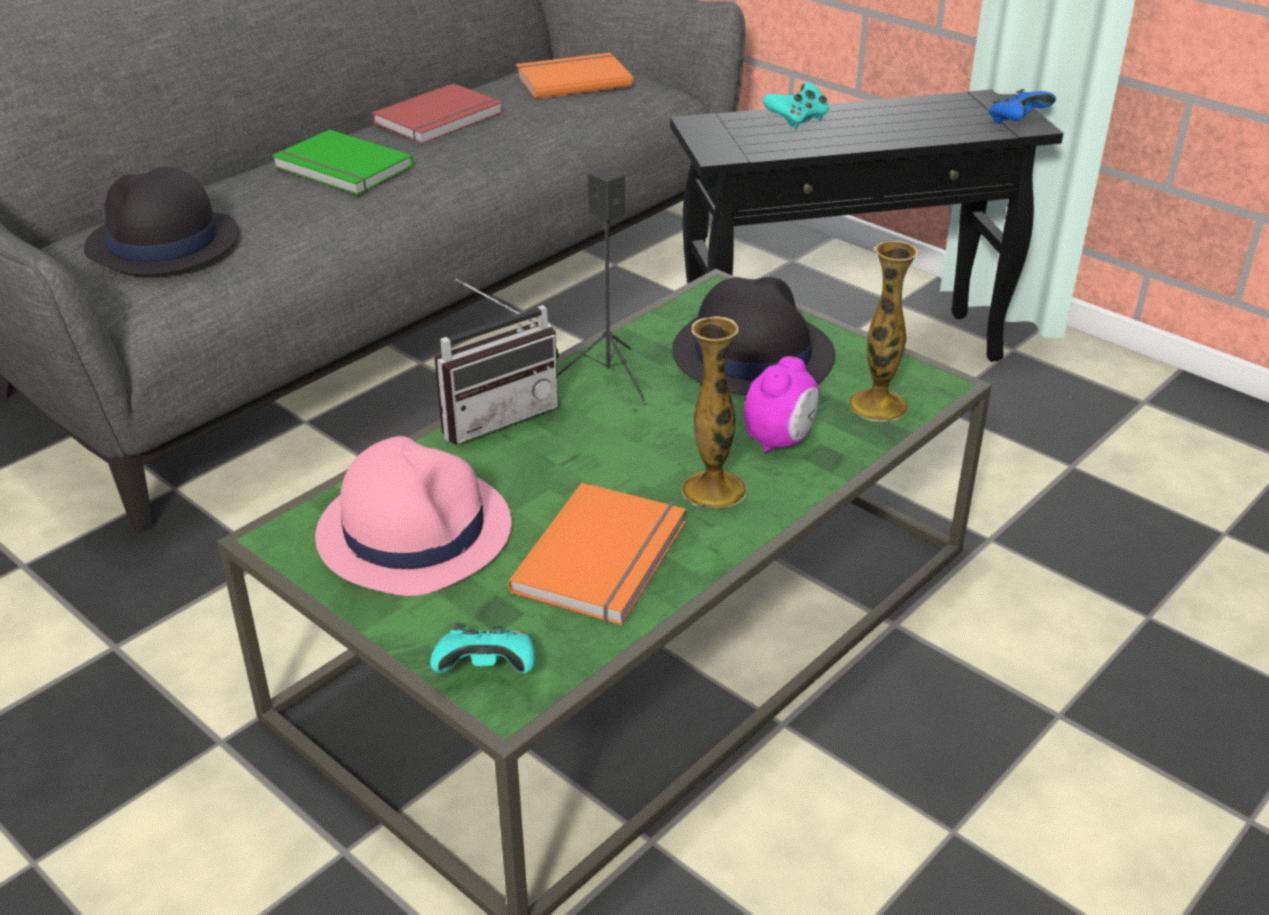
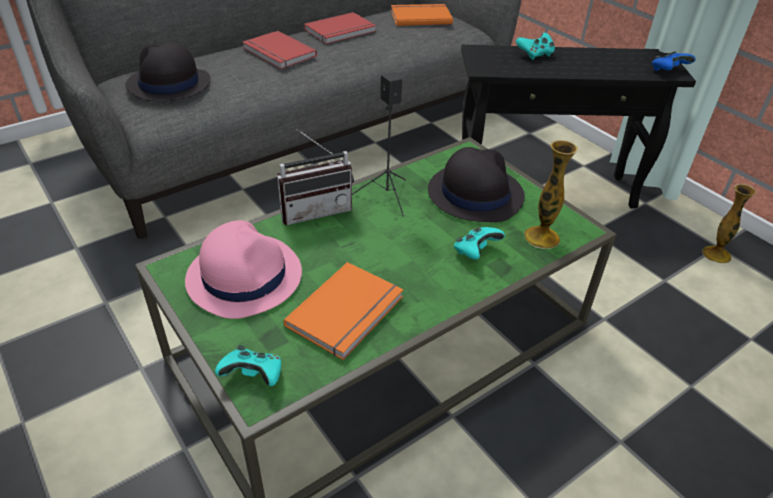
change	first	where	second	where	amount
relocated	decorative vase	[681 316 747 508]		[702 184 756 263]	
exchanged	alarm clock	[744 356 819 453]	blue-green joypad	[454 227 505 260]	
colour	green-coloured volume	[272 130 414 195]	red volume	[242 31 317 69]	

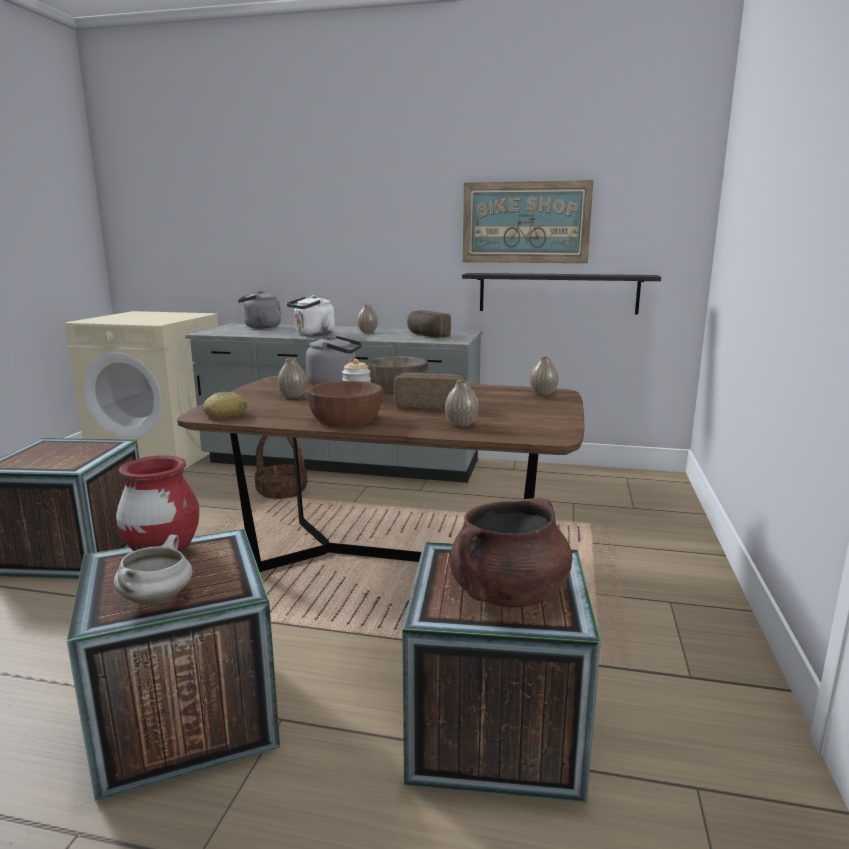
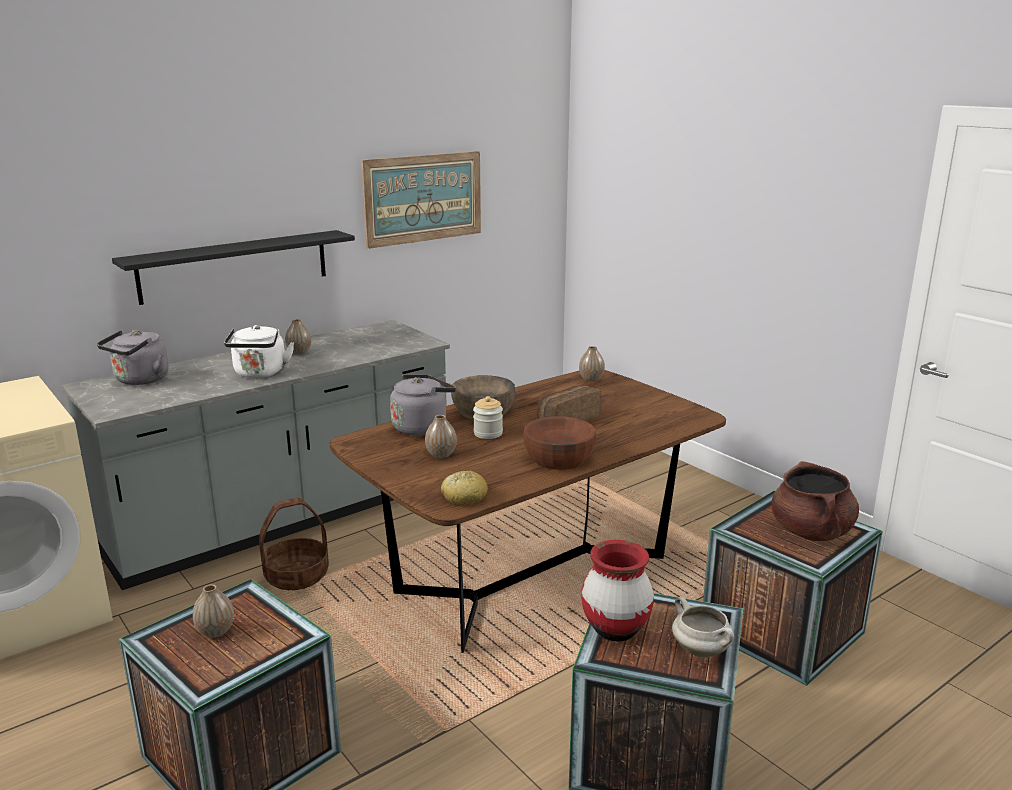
change	first	where	second	where	amount
missing	bread	[407 310 451 338]			
relocated	decorative vase	[445 380 479 427]		[193 584 234 638]	
relocated	black-coloured bracket shelf	[462 273 661 315]		[112 230 355 305]	

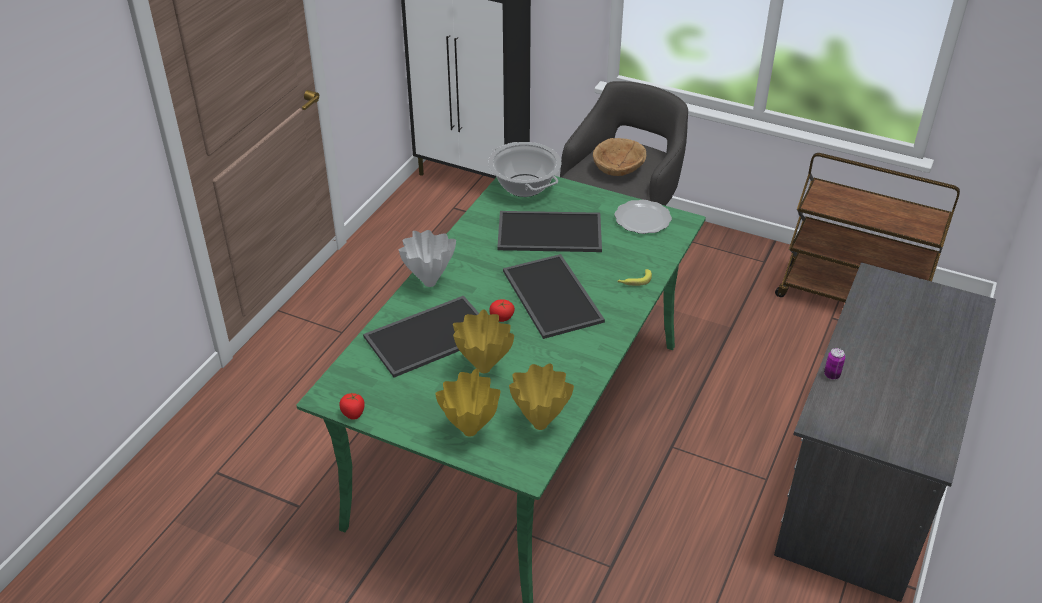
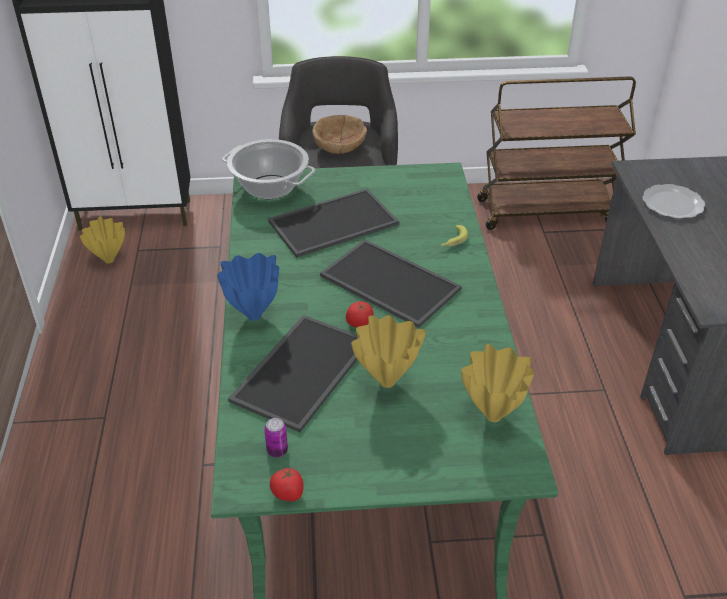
change	first	where	second	where	amount
relocated	yellow decorative vase	[435 369 501 437]		[80 216 125 263]	
relocated	dinner plate	[614 200 672 234]		[642 184 705 219]	
relocated	can	[824 348 845 379]		[264 418 288 457]	
colour	whitish decorative vase	[399 230 456 287]	blue decorative vase	[217 253 279 321]	

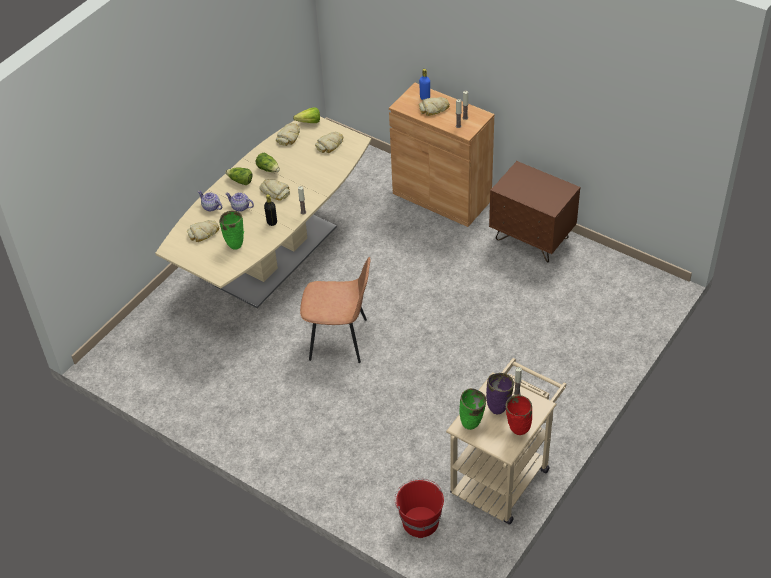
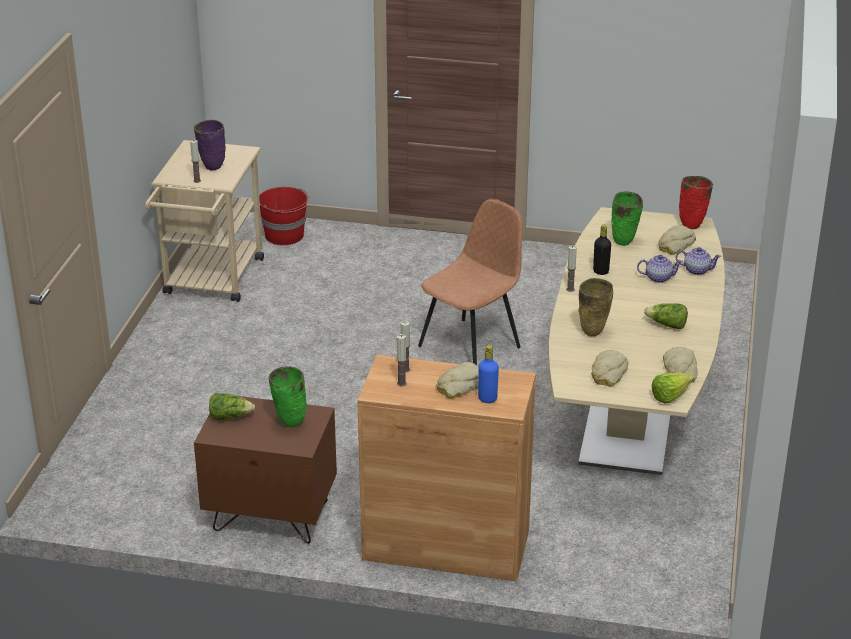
change	first	where	second	where	amount
missing	bread	[260 179 290 201]			
appeared			beige-coloured decorative vase	[578 278 613 337]	
relocated	lettuce head	[225 167 252 185]		[209 393 255 420]	
relocated	green-coloured decorative vase	[459 388 486 430]		[269 366 307 427]	
relocated	red decorative vase	[506 395 532 435]		[679 176 713 229]	
spun	brown chair	[300 257 371 363]		[418 199 522 365]	150 degrees clockwise

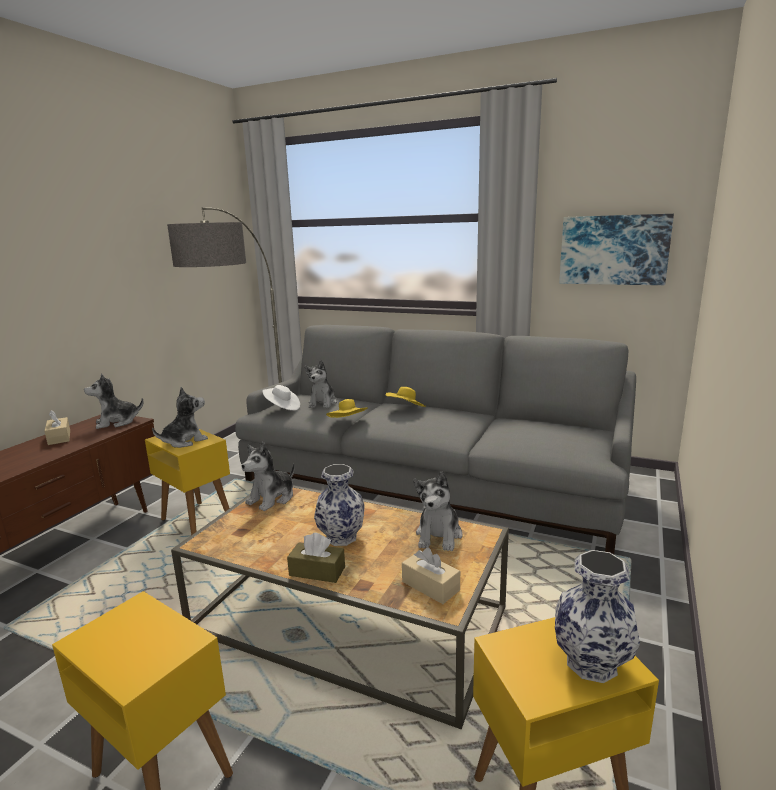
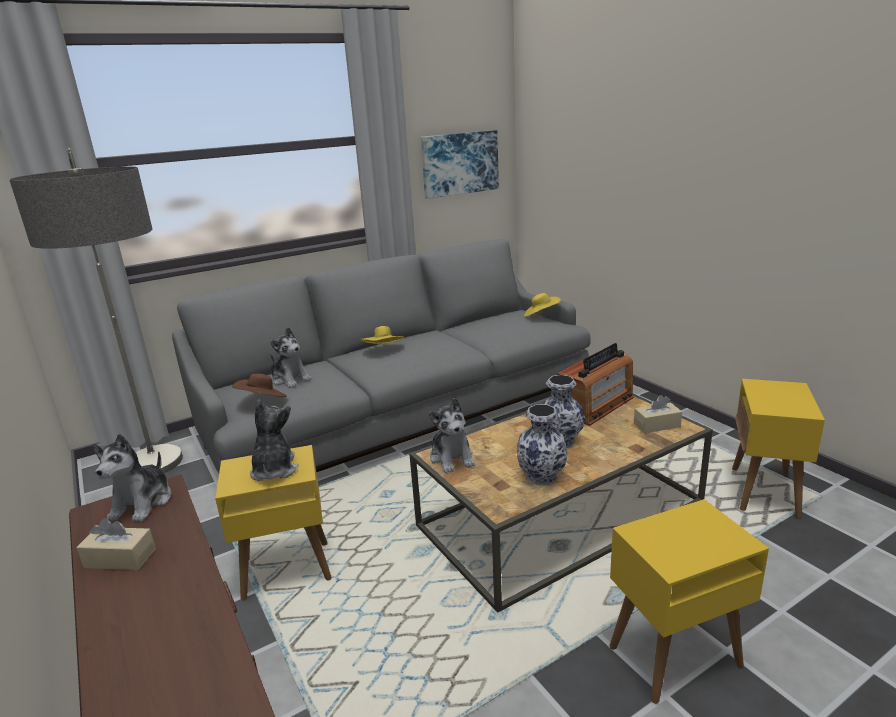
change	first	where	second	where	amount
missing	brown tissue box	[287 533 345 583]			
relocated	yellow clothing hat	[326 399 368 418]		[524 293 561 317]	
relocated	decorative vase	[555 550 640 683]		[517 404 567 485]	
exchanged	soft toy	[413 472 463 551]	radio set	[557 343 634 426]	
colour	whitish clothing hat	[263 385 300 410]	brown clothing hat	[232 374 287 397]	

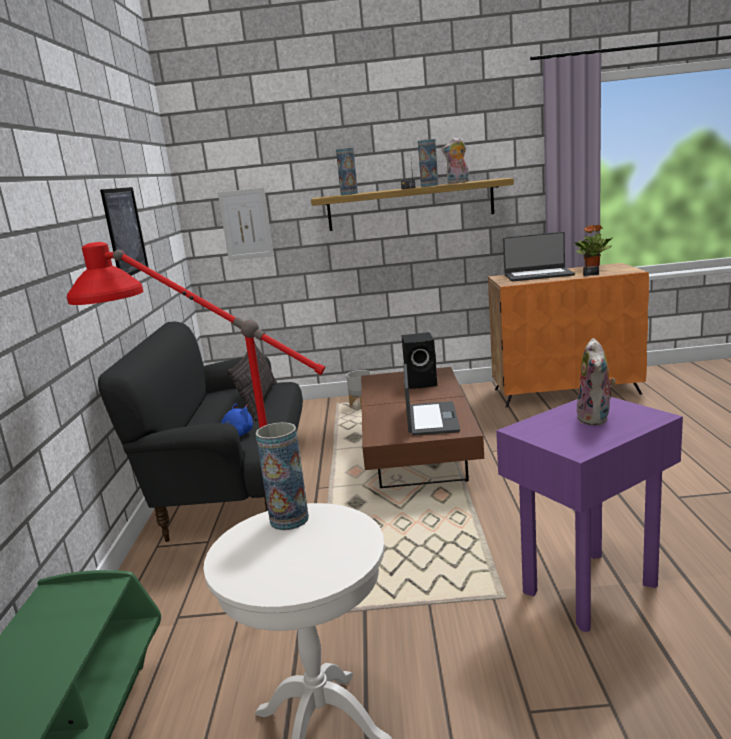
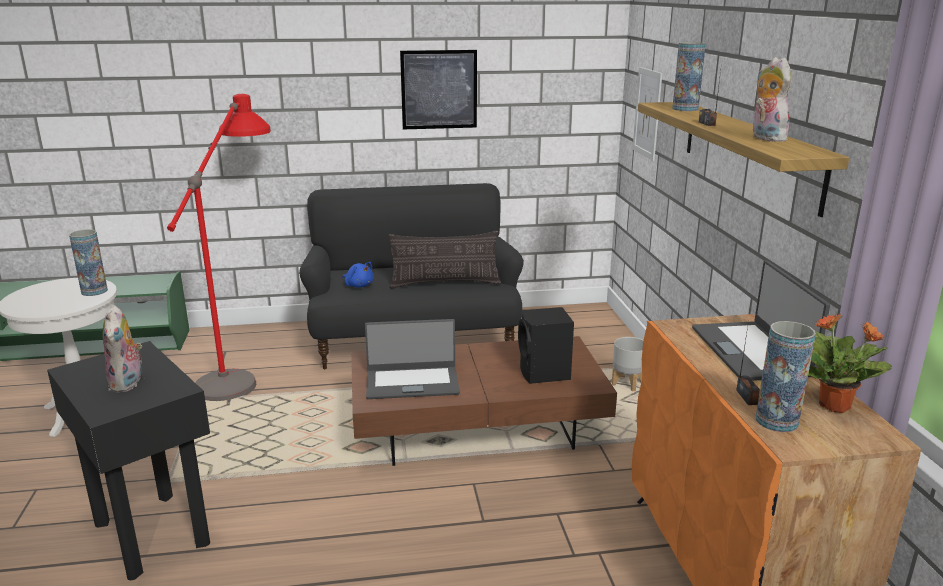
change	first	where	second	where	amount
relocated	decorative vase	[418 139 438 187]		[756 321 816 432]	
colour	purple-coloured accent table	[496 397 683 632]	black-coloured accent table	[47 341 210 580]	
spun	soft toy	[577 338 616 426]		[103 305 142 392]	105 degrees counterclockwise

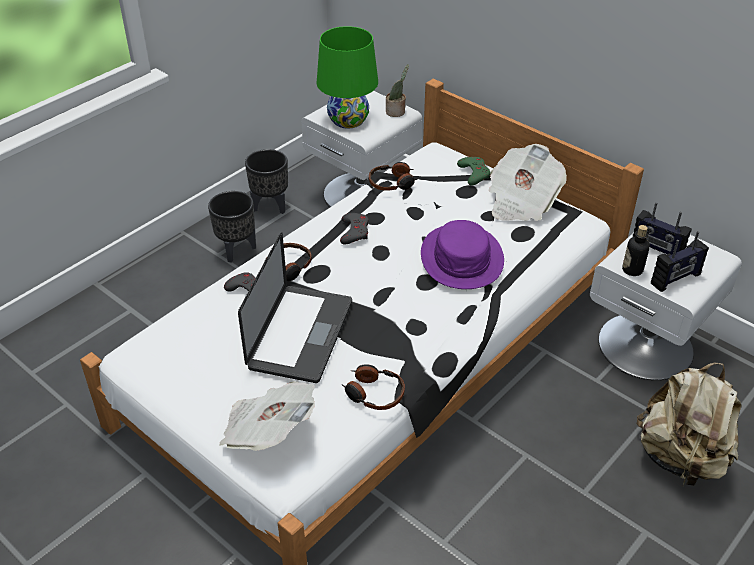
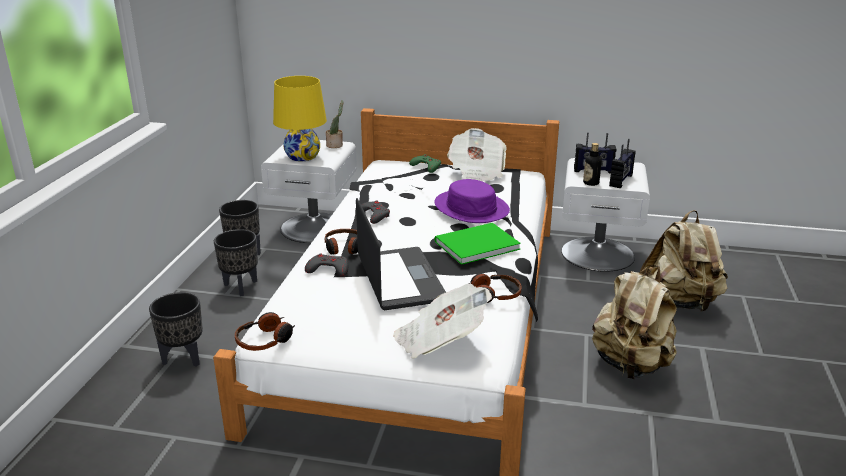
change	first	where	second	where	amount
appeared			black-coloured flower pot	[149 292 203 367]	
appeared			green-coloured volume	[435 223 521 265]	
appeared			beige-coloured knapsack	[592 265 677 379]	
relocated	headset	[369 162 418 191]		[235 312 295 351]	
colour	green-coloured tabletop lamp	[316 26 378 129]	yellow tabletop lamp	[273 76 327 161]	

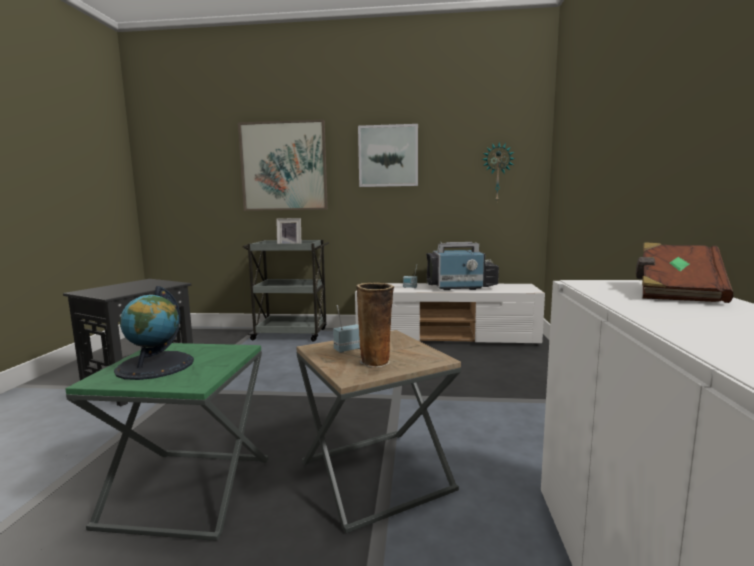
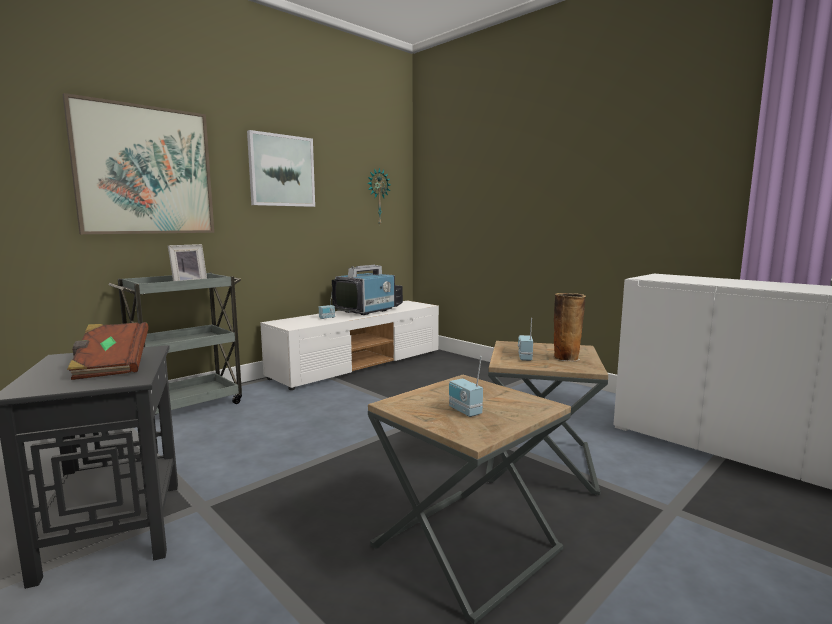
change	first	where	second	where	amount
relocated	brown volume	[636 242 733 303]		[67 322 149 380]	
exchanged	globe	[114 286 194 380]	radio set	[449 356 483 417]	
colour	green-coloured accent table	[65 343 268 541]	brown accent table	[368 375 571 624]	

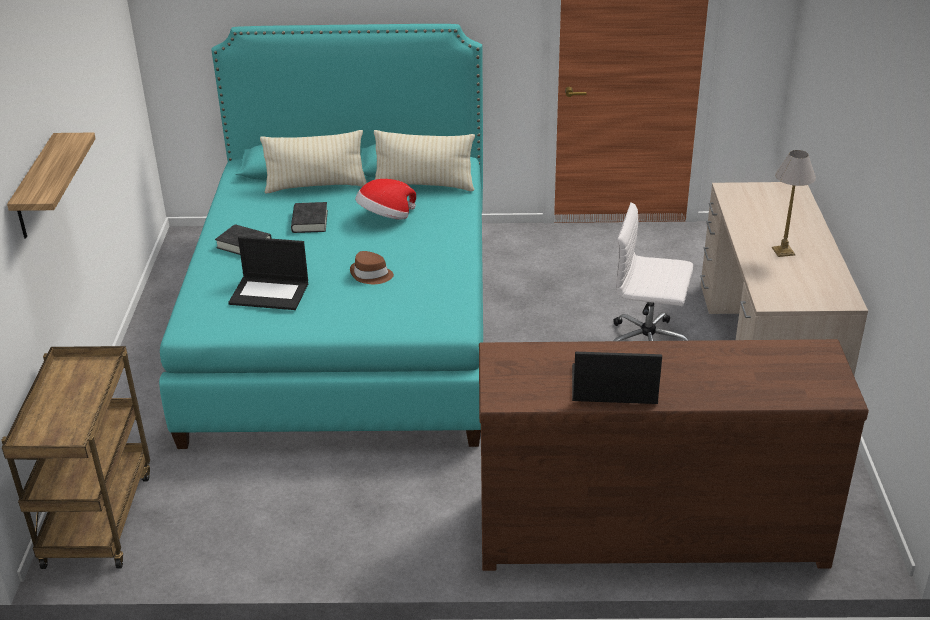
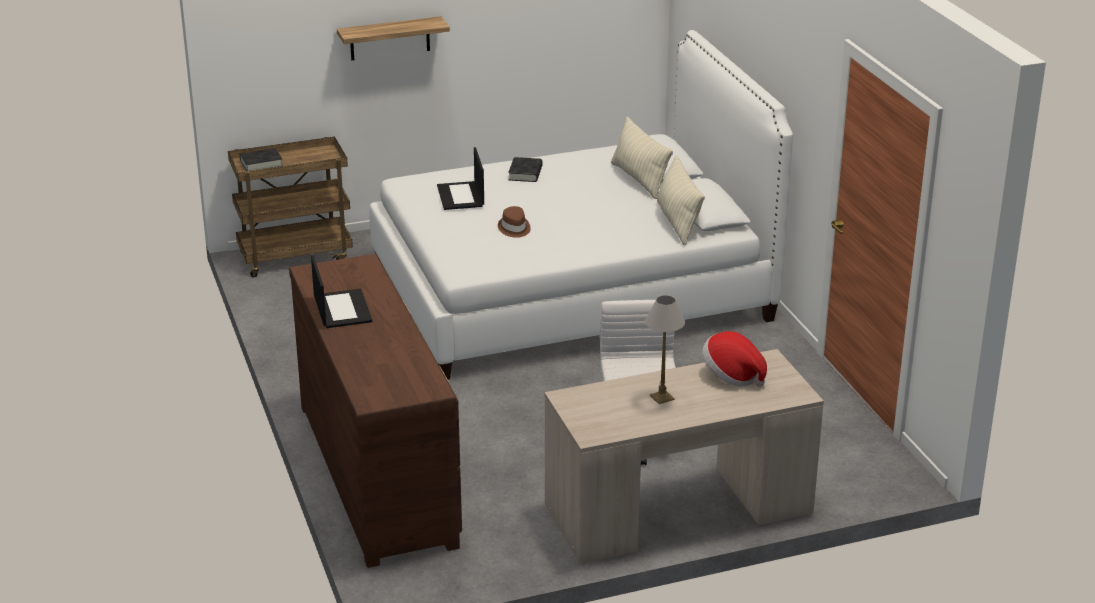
change	first	where	second	where	amount
relocated	black-coloured volume	[291 202 328 233]		[239 148 283 171]	
relocated	clothing hat	[355 179 416 220]		[702 331 767 387]	
colour	blue-green bed	[159 24 483 449]	whitish bed	[369 30 793 380]	

